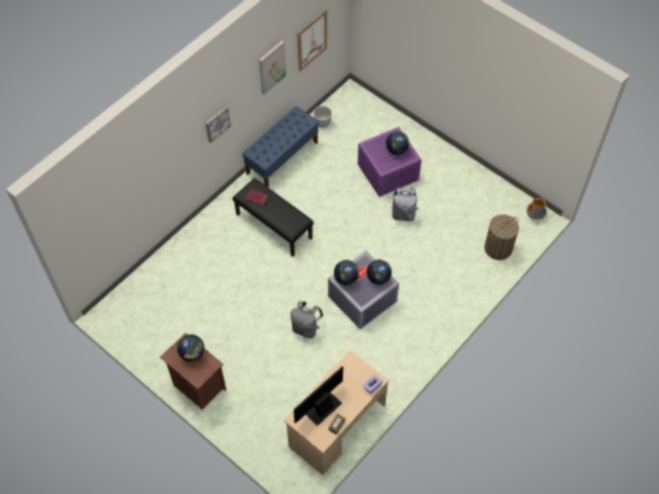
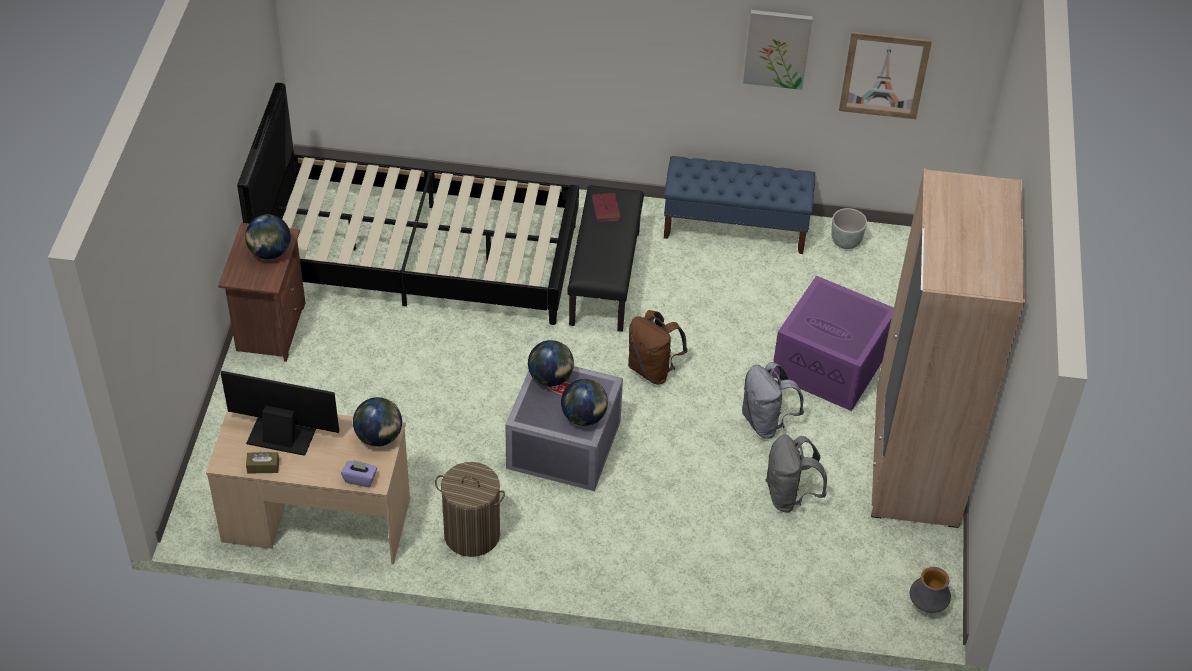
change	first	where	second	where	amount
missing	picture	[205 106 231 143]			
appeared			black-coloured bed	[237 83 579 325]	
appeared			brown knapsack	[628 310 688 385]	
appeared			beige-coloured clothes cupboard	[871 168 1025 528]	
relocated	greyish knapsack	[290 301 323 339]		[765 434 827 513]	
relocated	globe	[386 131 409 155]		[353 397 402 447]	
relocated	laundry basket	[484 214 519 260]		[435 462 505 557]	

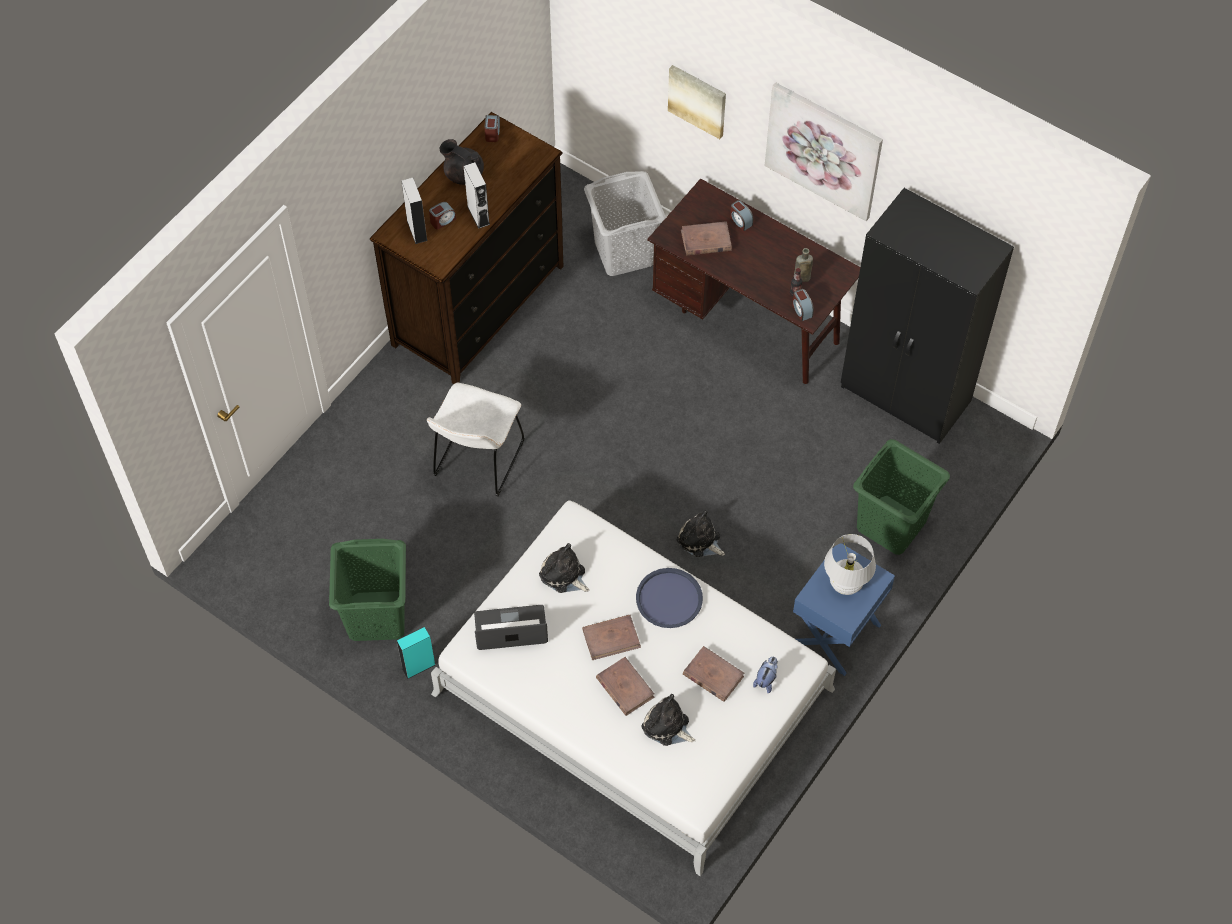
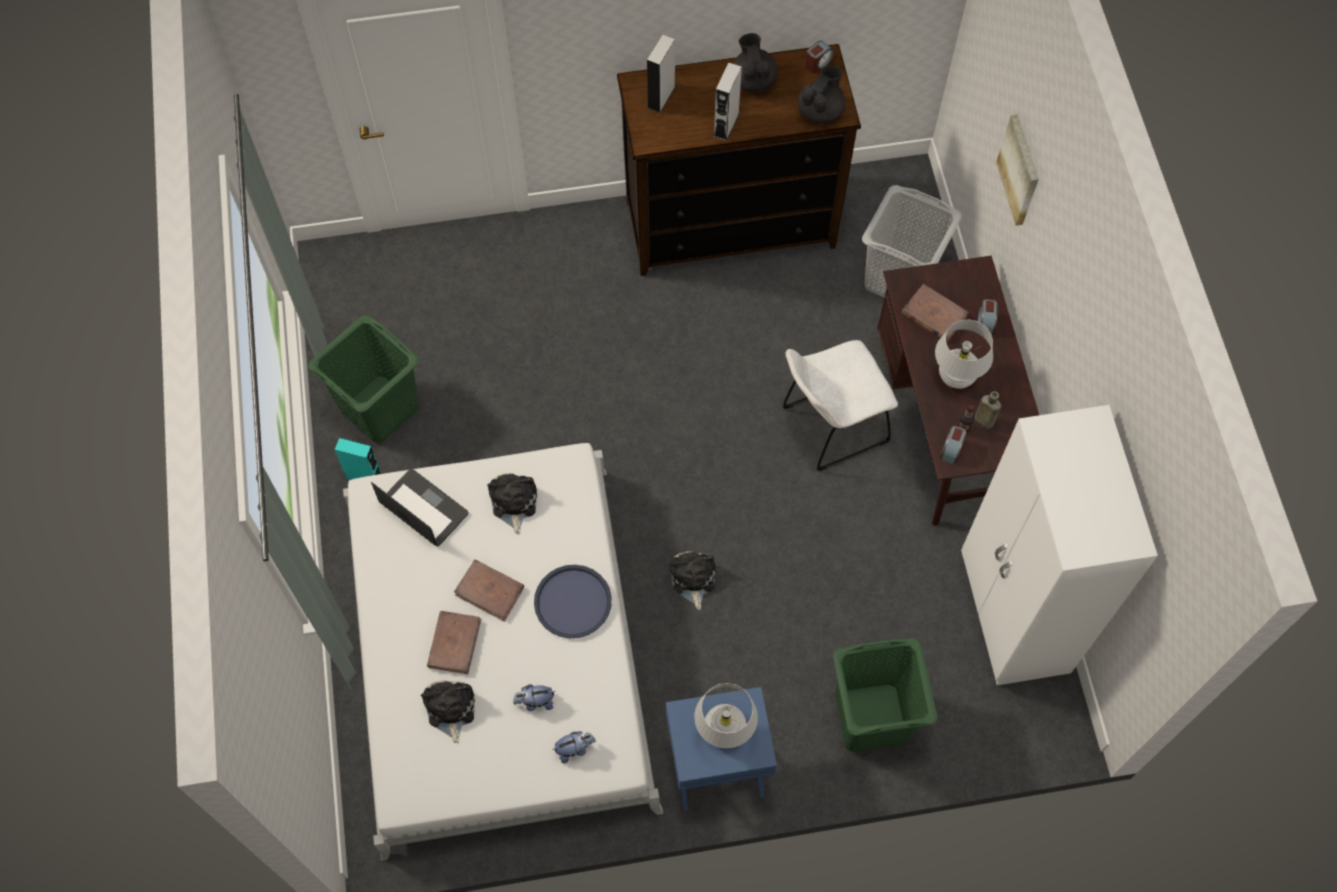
change	first	where	second	where	amount
missing	alarm clock	[429 202 456 230]			
missing	picture	[765 82 883 221]			
appeared			black-coloured tea pot	[797 65 846 123]	
appeared			whitish tabletop lamp	[935 319 993 389]	
relocated	whitish chair	[427 383 525 496]		[782 340 898 471]	
exchanged	brown volume	[683 646 744 702]	soft toy	[513 684 556 711]	
colour	black-coloured clothes cupboard	[841 188 1014 444]	whitish clothes cupboard	[961 405 1158 685]	

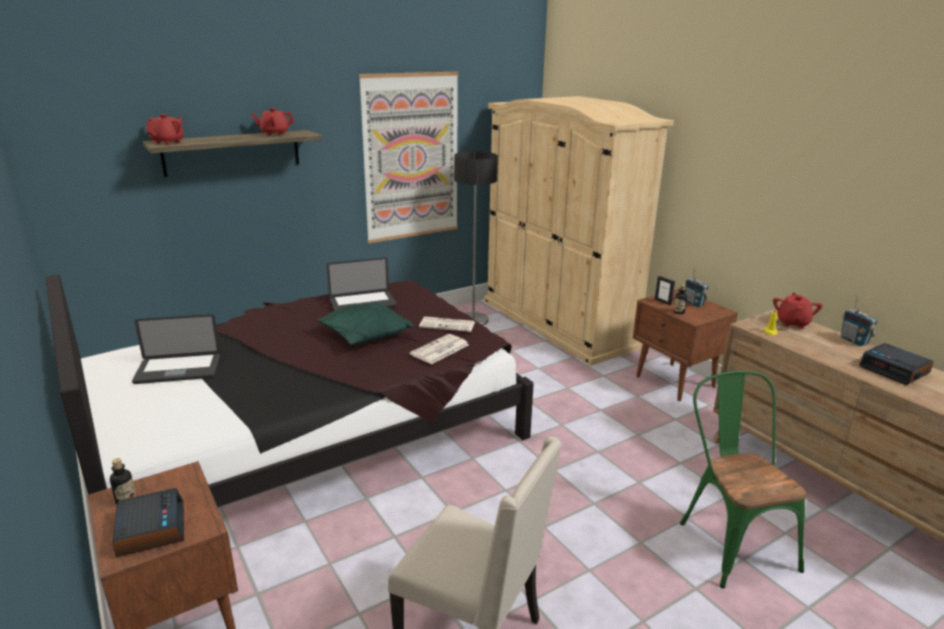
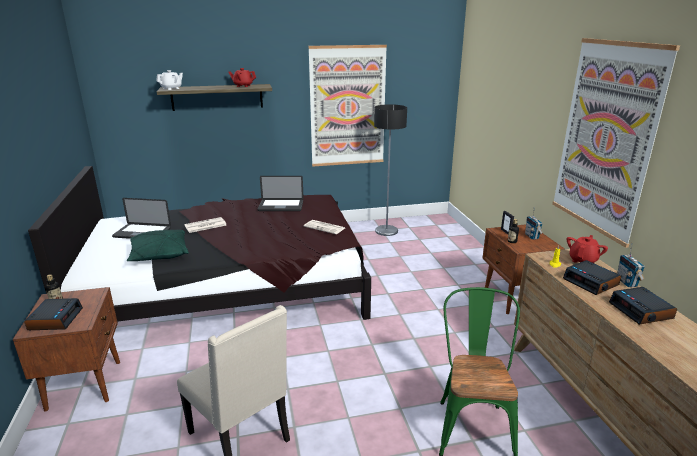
change	first	where	second	where	amount
missing	beige-coloured clothes cupboard	[484 96 674 366]			
appeared			picture	[552 38 680 248]	
appeared			alarm clock	[563 260 621 295]	
relocated	green-coloured pillow	[316 302 414 345]		[127 230 189 261]	
relocated	daily paper	[410 334 469 364]		[184 217 226 233]	
colour	red tea pot	[146 114 184 145]	whitish tea pot	[156 70 183 90]	

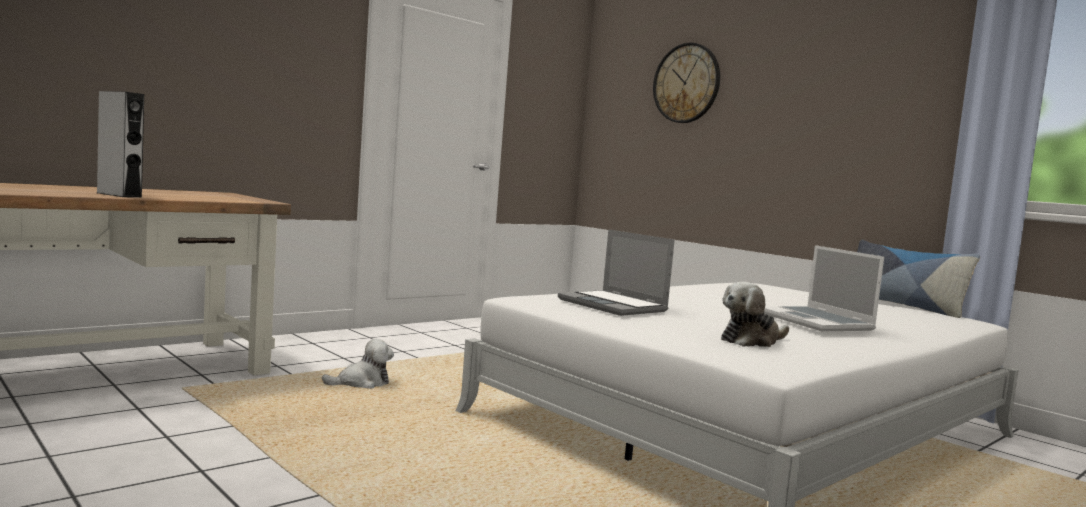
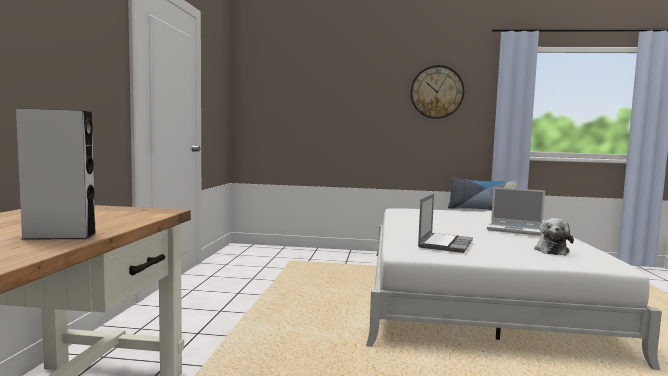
change	first	where	second	where	amount
missing	soft toy	[322 339 394 389]			
relocated	clock on the wall	[653 43 720 123]		[410 65 464 119]	
spun	laptop	[558 229 675 316]		[418 193 473 253]	75 degrees counterclockwise

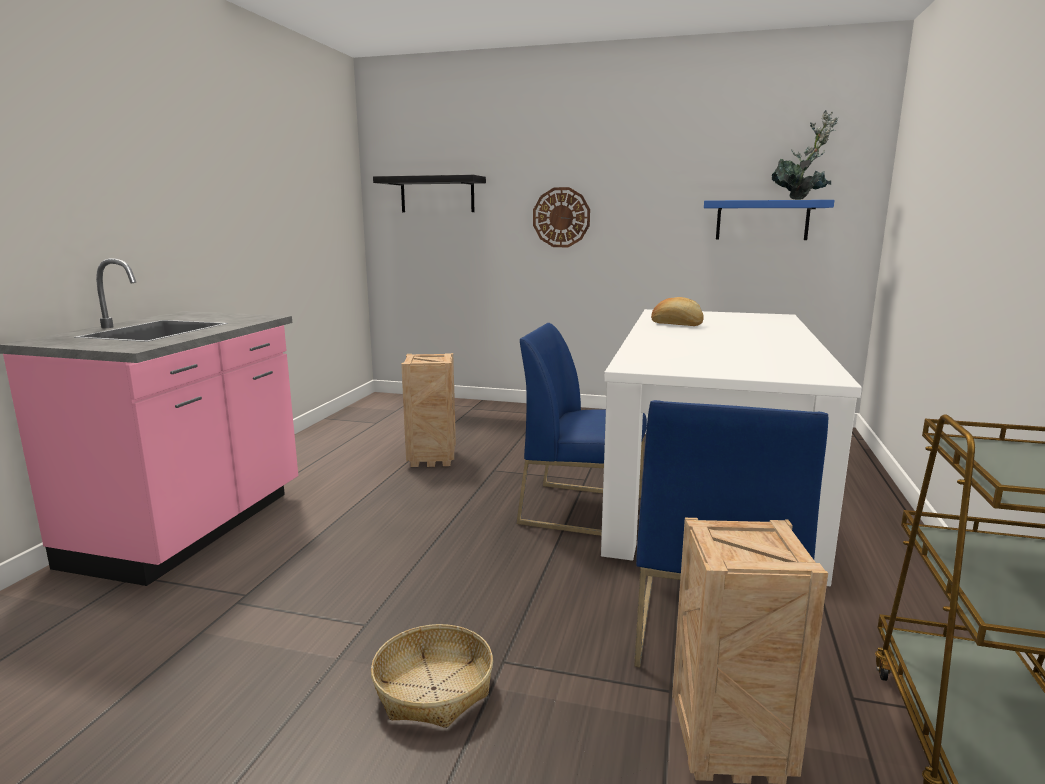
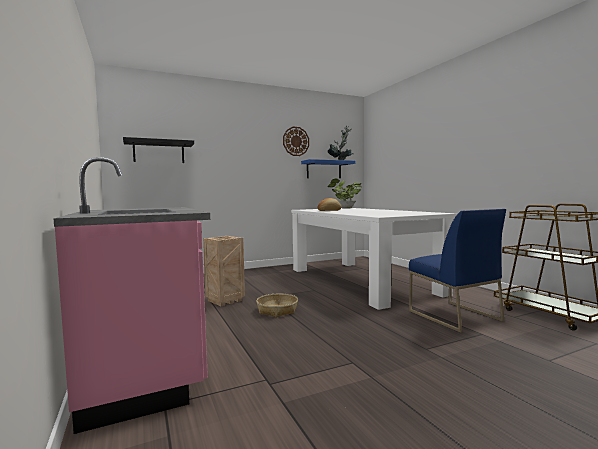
change	first	where	second	where	amount
missing	blue chair	[516 323 647 536]			
missing	crate	[672 518 828 784]			
appeared			houseplant	[327 178 362 209]	
relocated	basket	[371 624 493 728]		[256 293 298 317]	
relocated	clock on the wall	[533 187 590 247]		[283 127 309 156]	

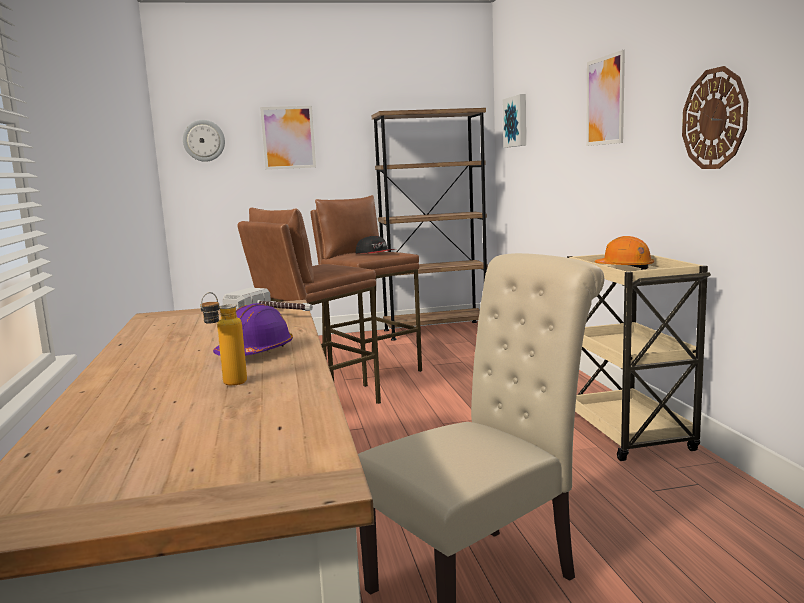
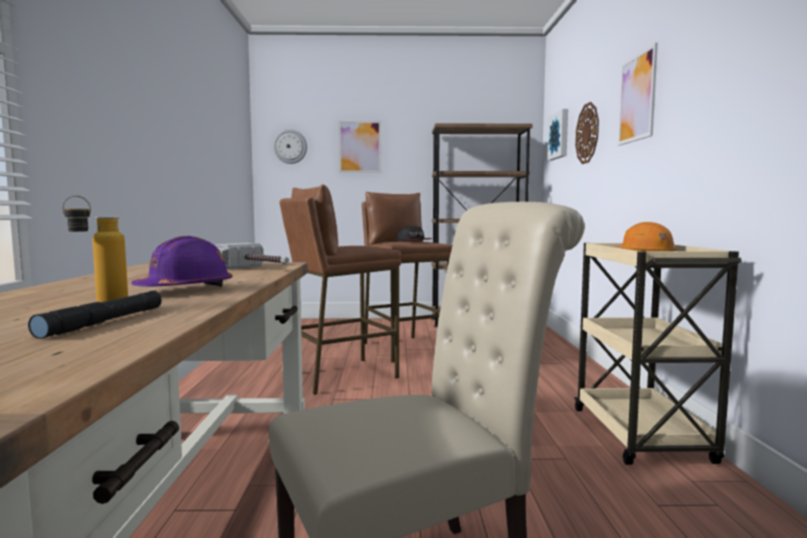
change	first	where	second	where	amount
appeared			black-coloured hand torch	[28 291 161 339]	
relocated	clock on the wall	[682 66 748 169]		[575 102 599 164]	

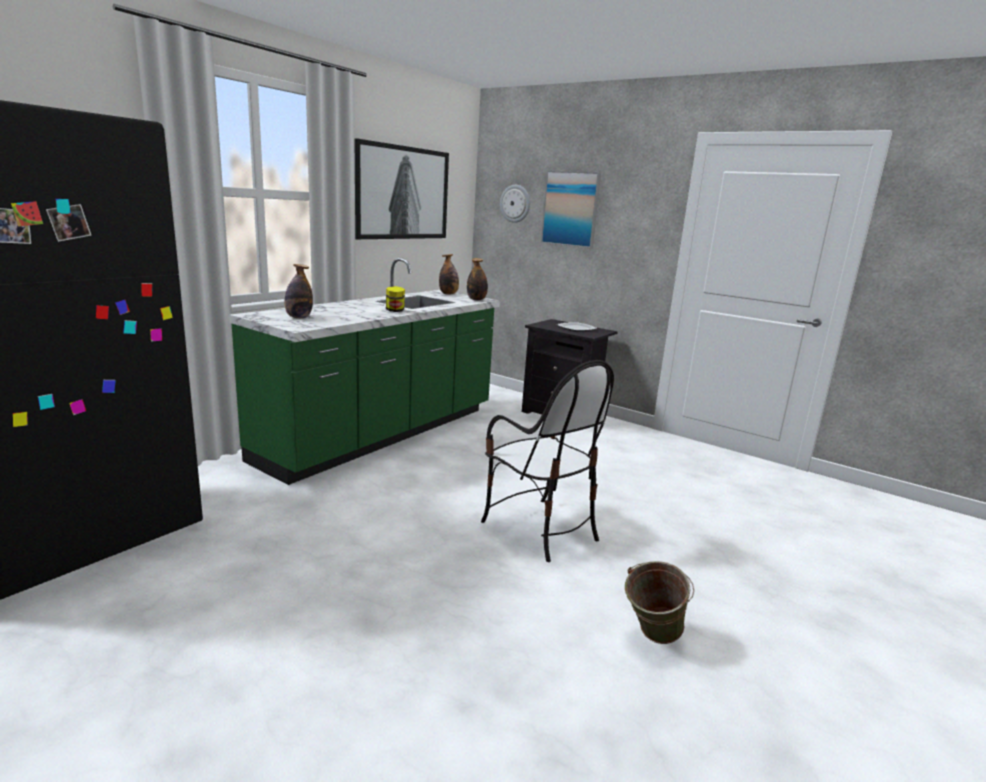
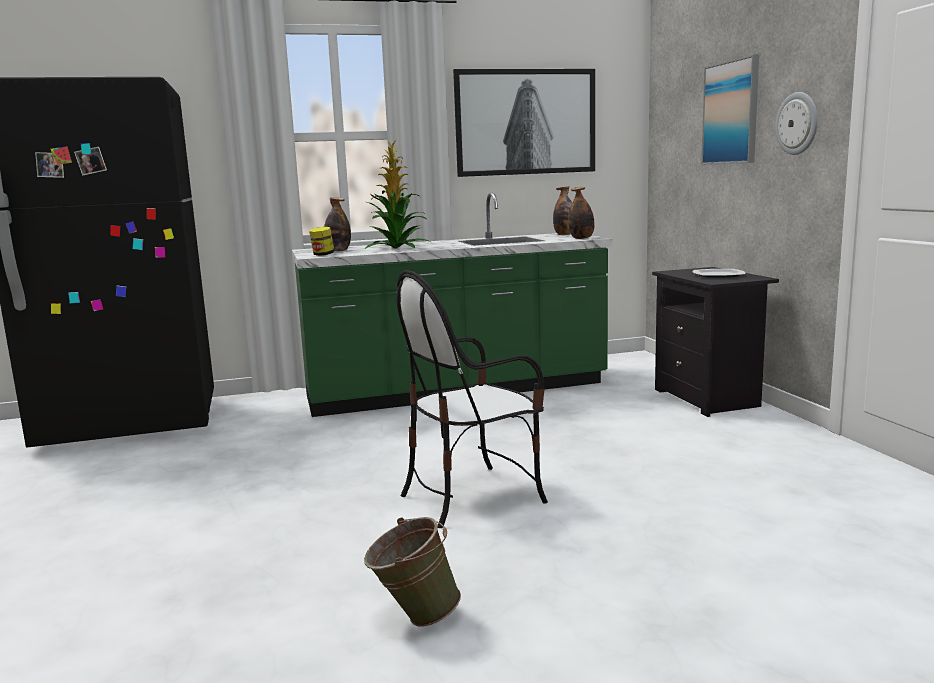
change	first	where	second	where	amount
appeared			houseplant	[365 140 431 249]	
relocated	preserve jar	[386 286 405 312]		[309 227 335 256]	
relocated	clock on the wall	[500 185 530 223]		[776 92 818 155]	
spun	chair	[481 360 614 562]		[396 270 548 528]	60 degrees clockwise

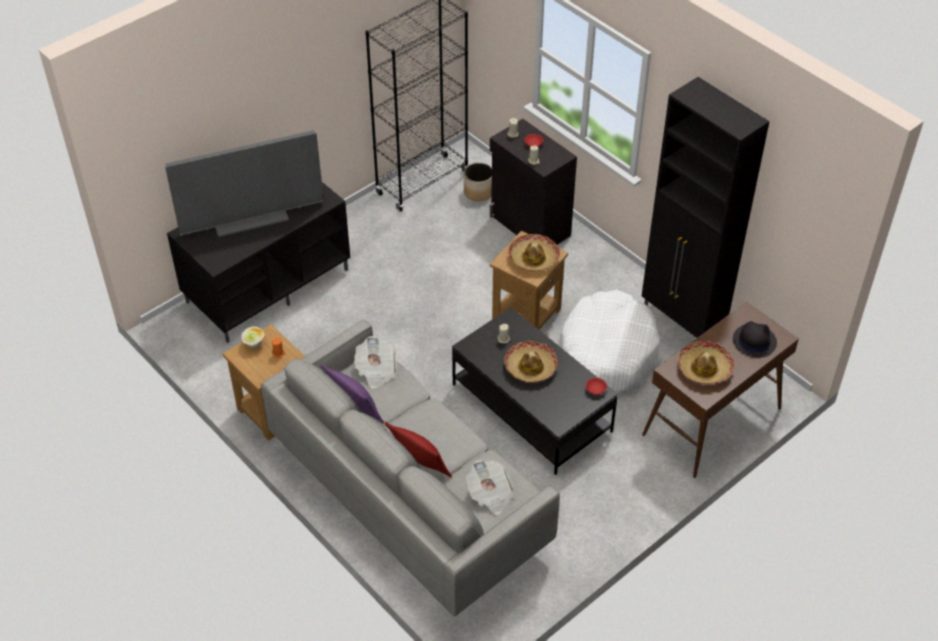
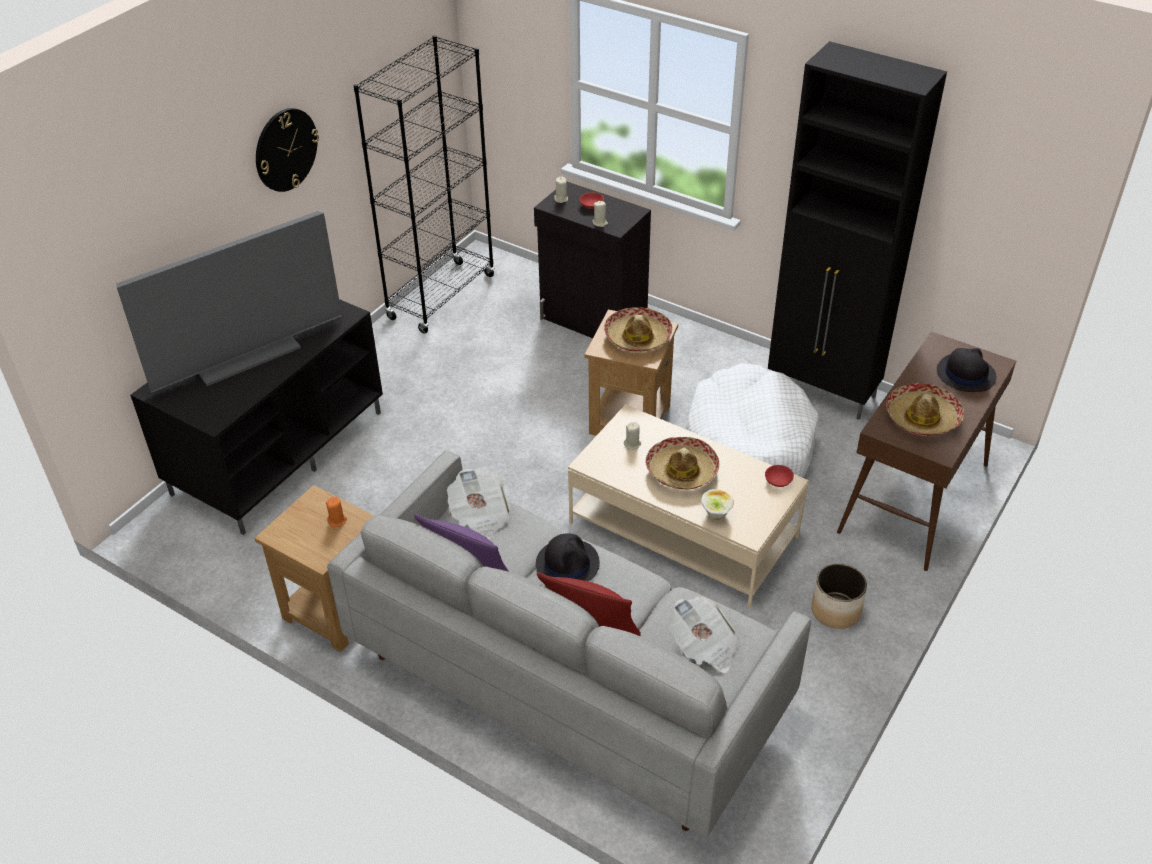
change	first	where	second	where	amount
appeared			clock on the wall	[256 108 319 192]	
appeared			black-coloured clothing hat	[536 533 600 582]	
relocated	deep dish	[241 326 265 348]		[701 489 734 520]	
relocated	flower pot	[464 163 492 201]		[811 563 867 629]	
colour	black-coloured low table	[452 307 618 475]	beige-coloured low table	[568 404 809 608]	

